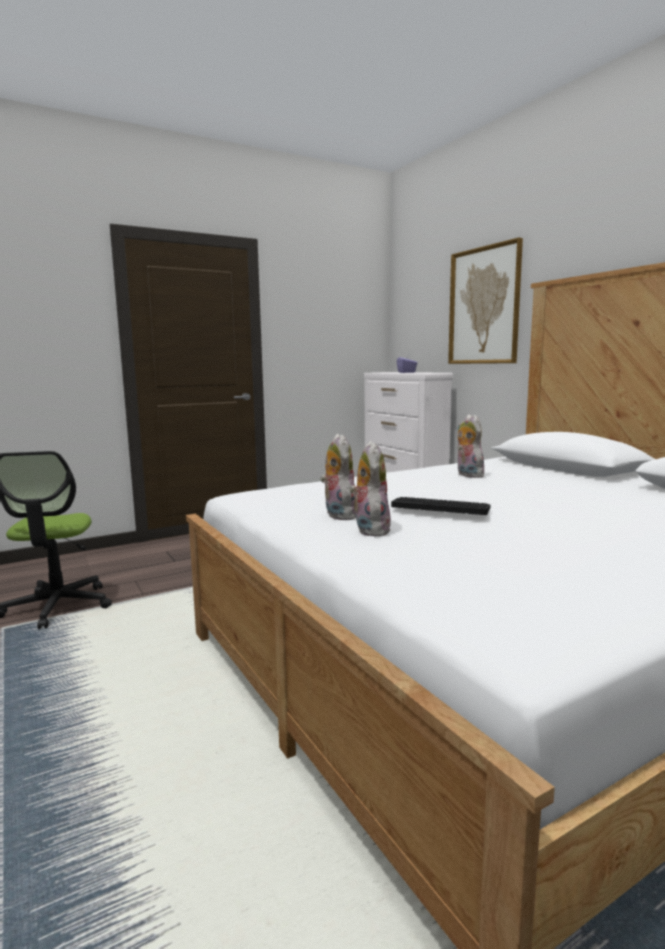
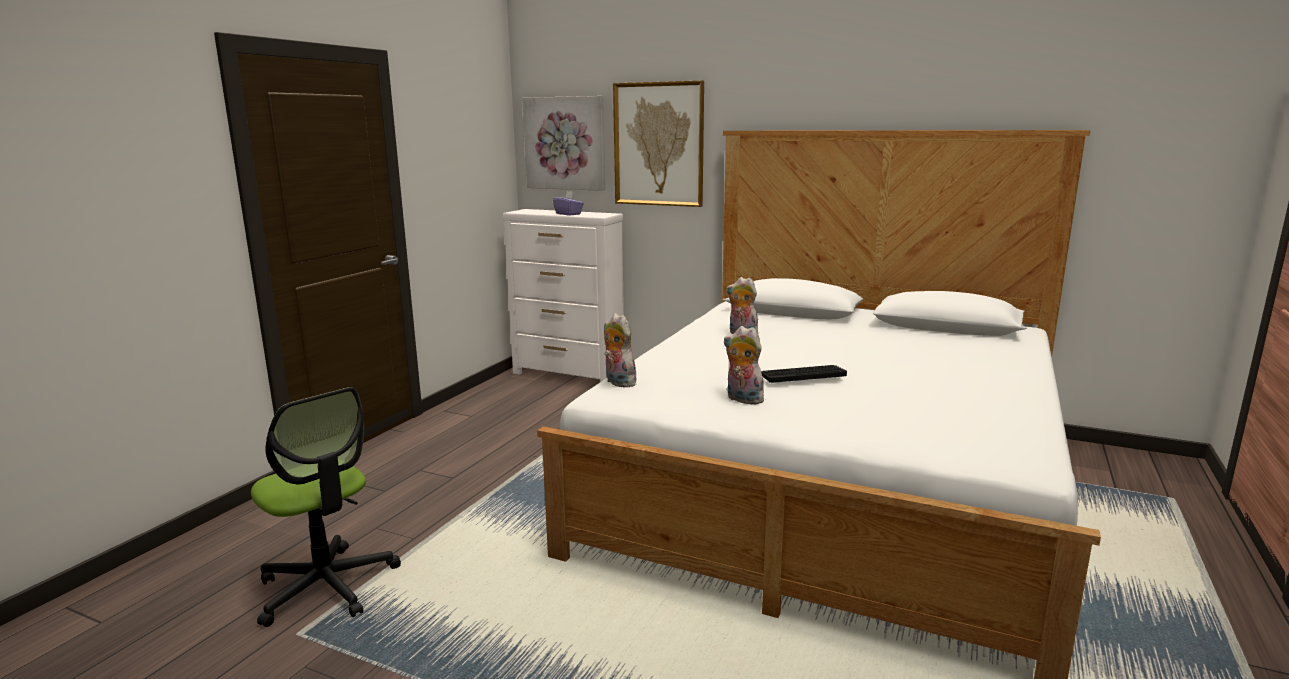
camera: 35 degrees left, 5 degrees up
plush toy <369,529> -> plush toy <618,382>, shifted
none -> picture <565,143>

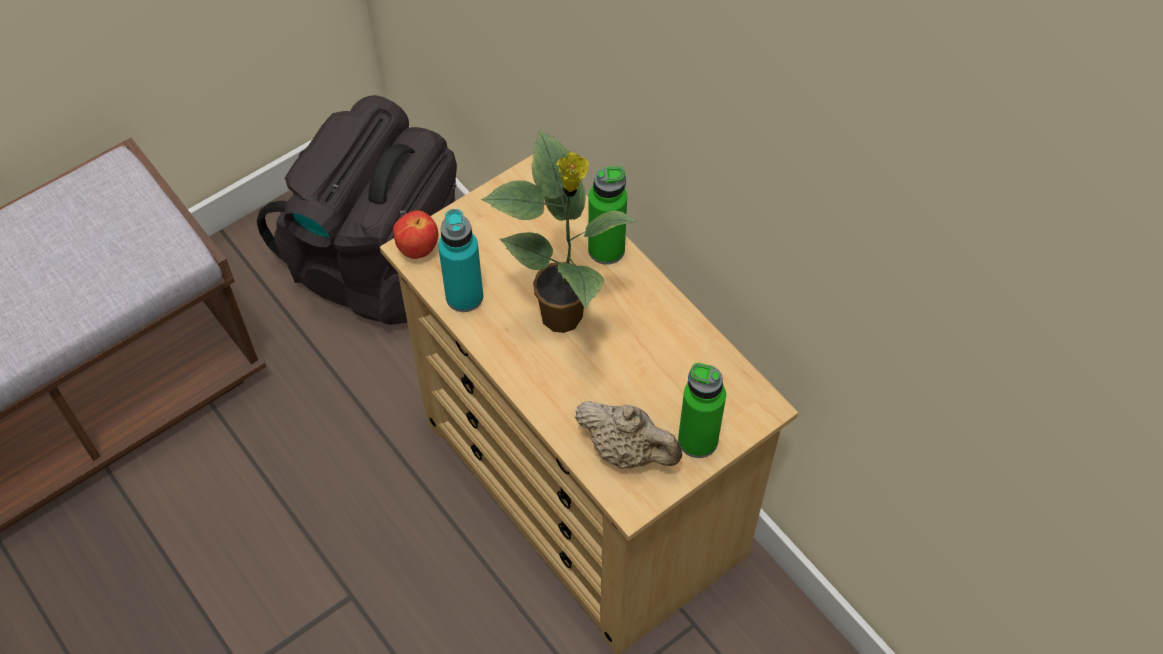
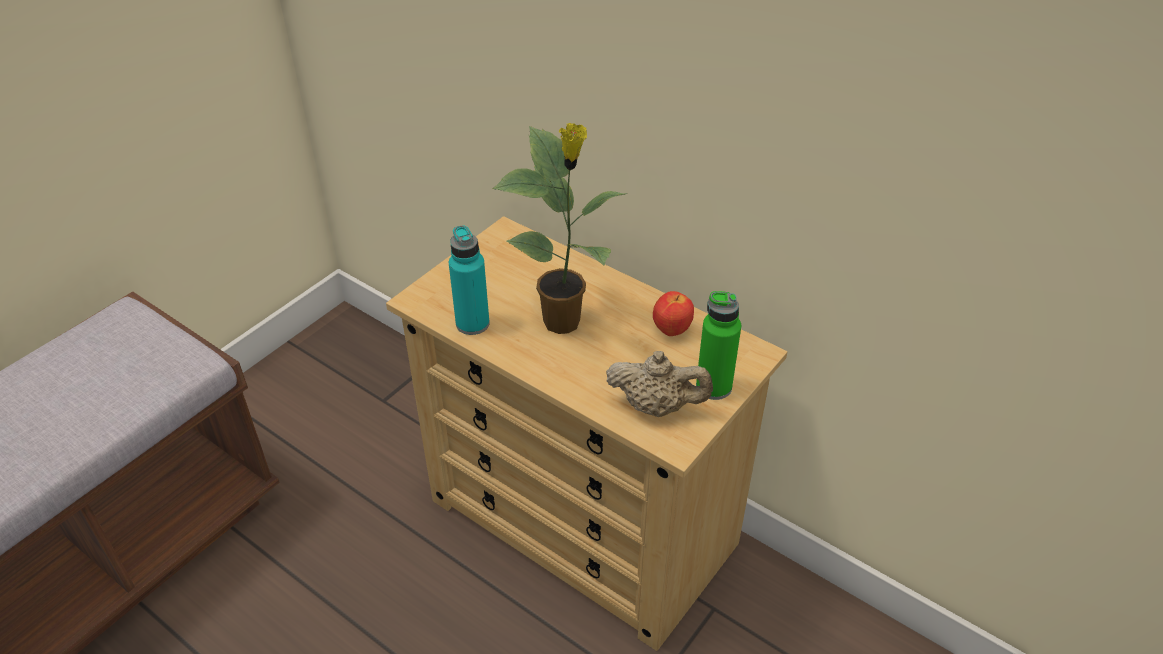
camera: 15 degrees left, 15 degrees down
black backpack <383,269> -> none
green bottle <606,249> -> none
apple <418,249> -> apple <671,330>, shifted

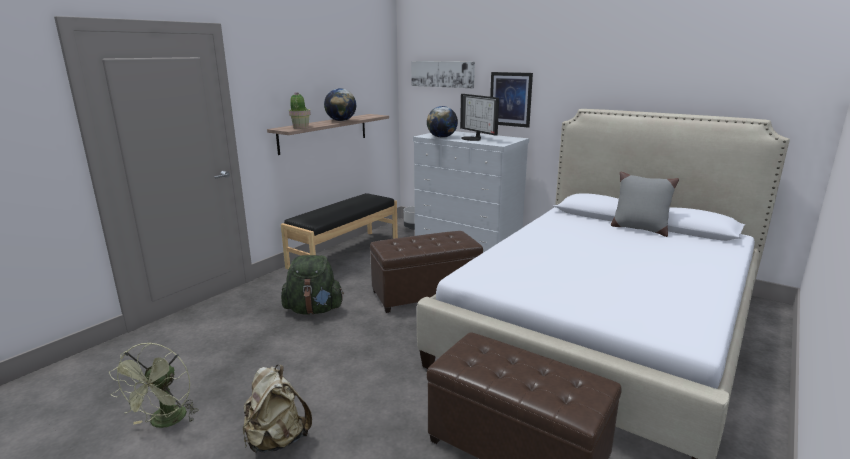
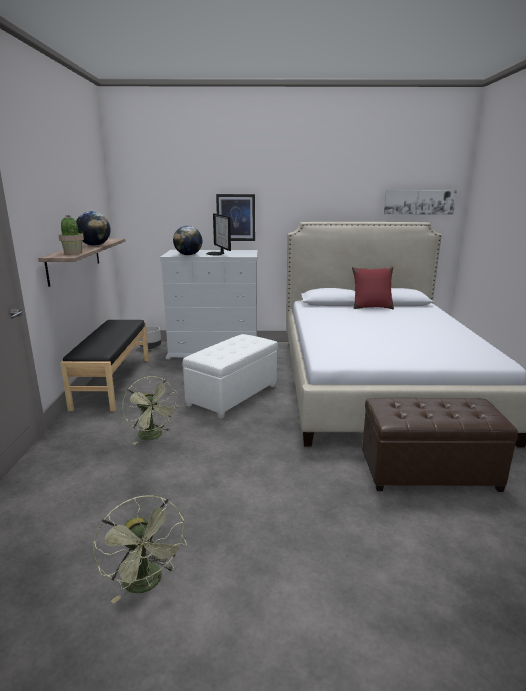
camera: 35 degrees left, 0 degrees up
picture <442,74> -> picture <419,202>, shifted
monitor <473,138> -> monitor <217,253>, 45 degrees clockwise
grey pillow <639,229> -> red pillow <371,307>
brown ottoman <425,294> -> white ottoman <233,395>
green backpack <314,310> -> green fan <153,436>
beige backpack <277,440> -> none

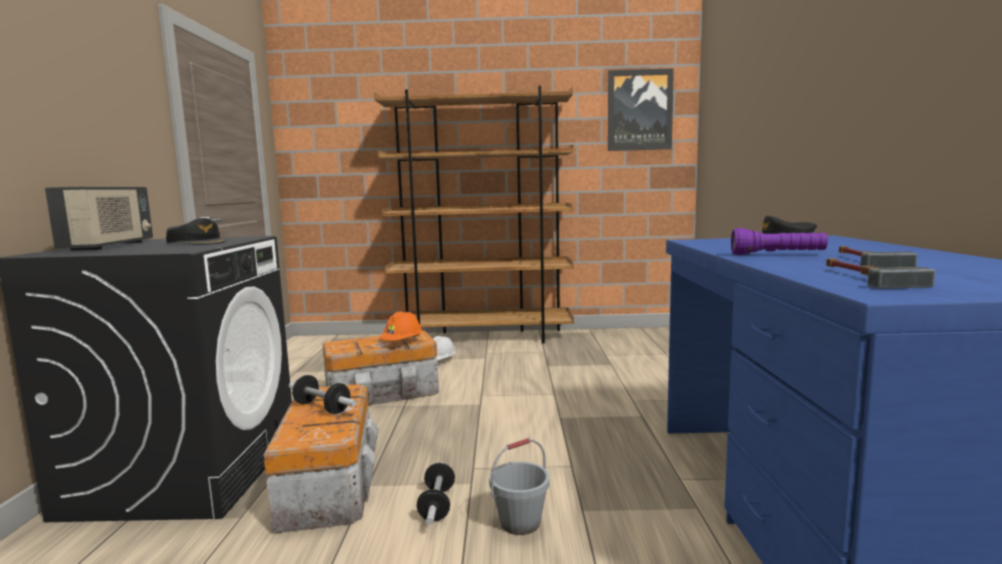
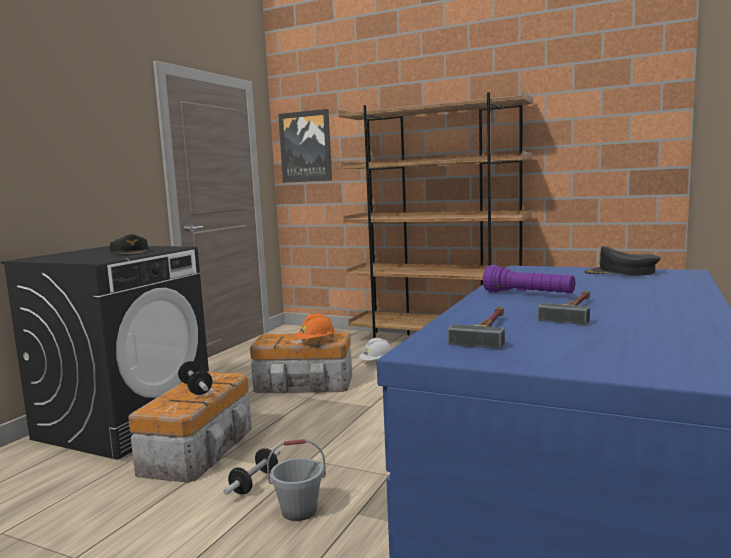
camera: 25 degrees right, 0 degrees up
picture <639,110> -> picture <306,146>, shifted
radio <109,246> -> none

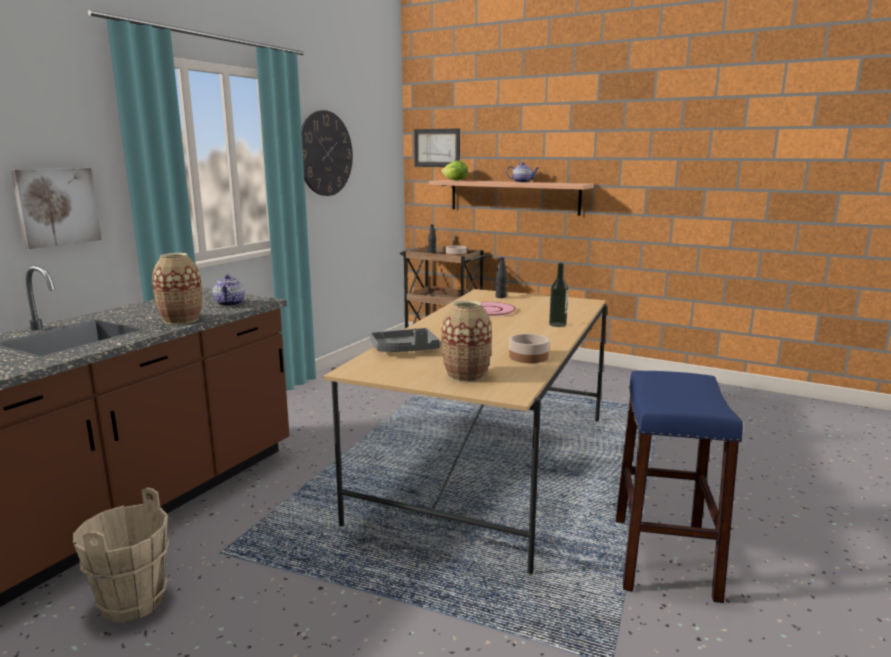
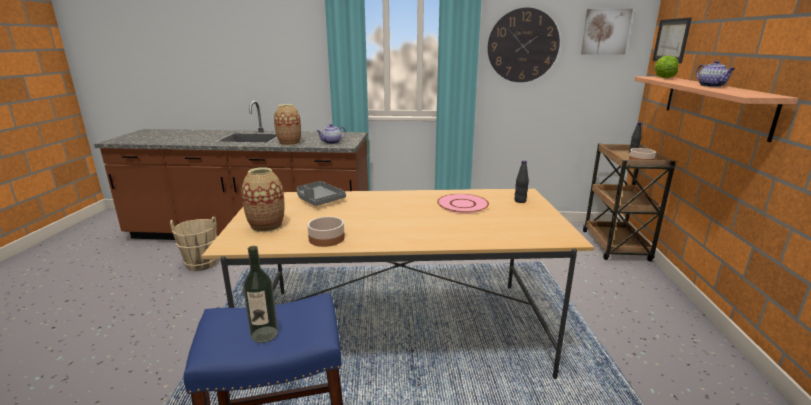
camera: 65 degrees right, 5 degrees up
picture <57,206> -> picture <605,32>, shifted
bottle <557,324> -> bottle <264,334>, shifted

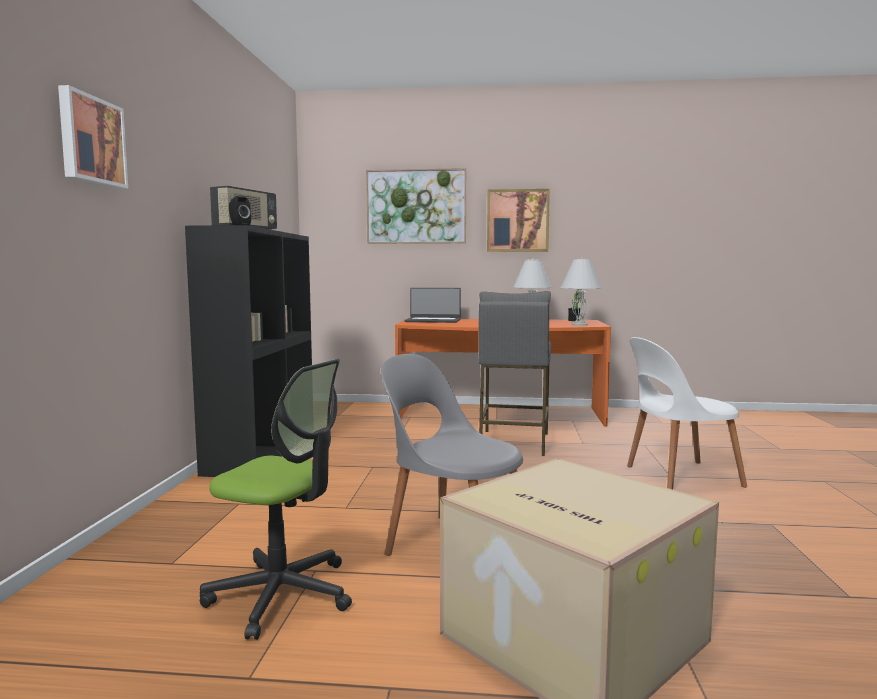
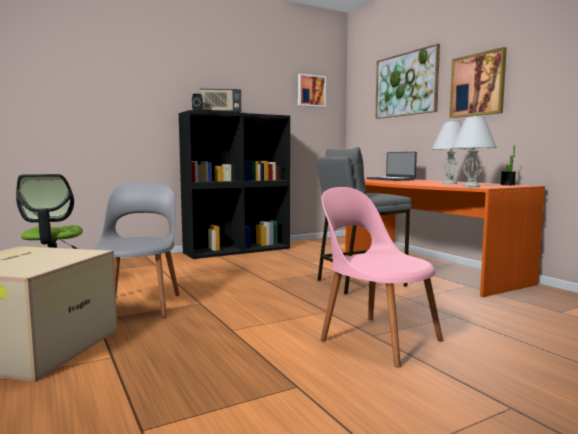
camera: 55 degrees right, 0 degrees up
picture <91,140> -> picture <311,91>, shifted
white chair <679,477> -> pink chair <377,338>

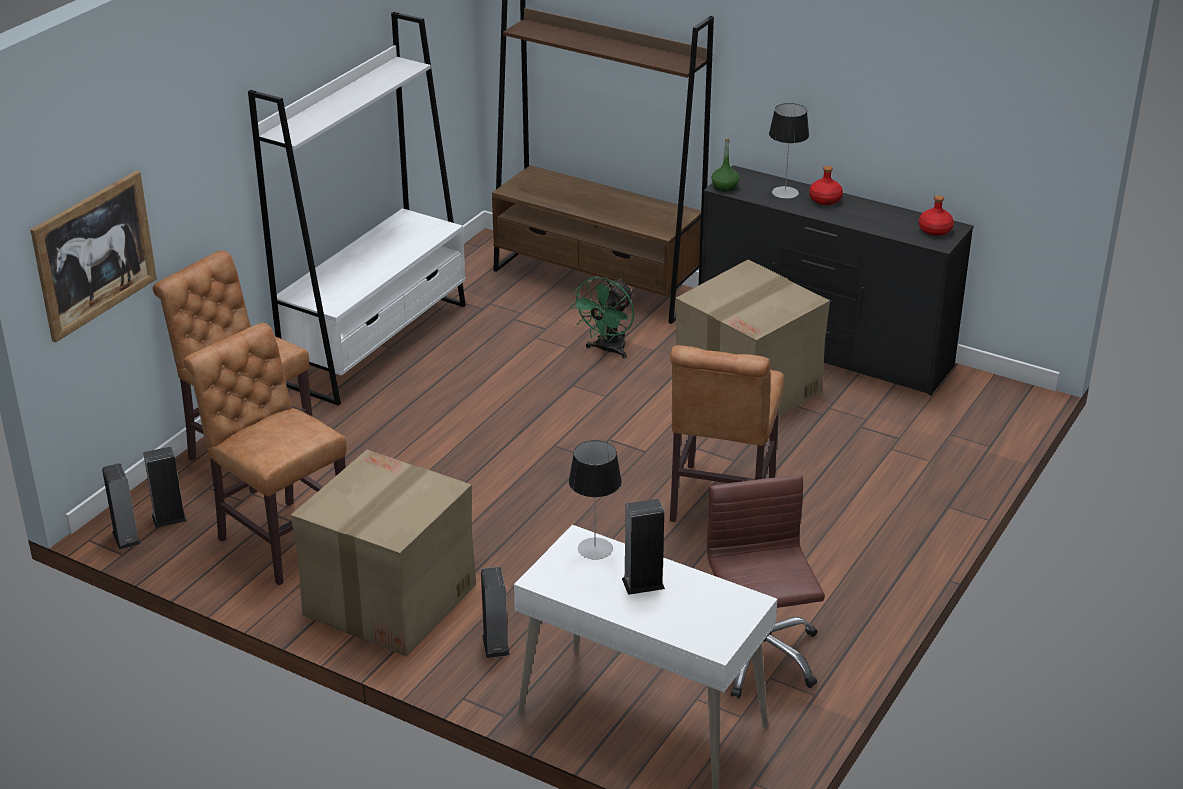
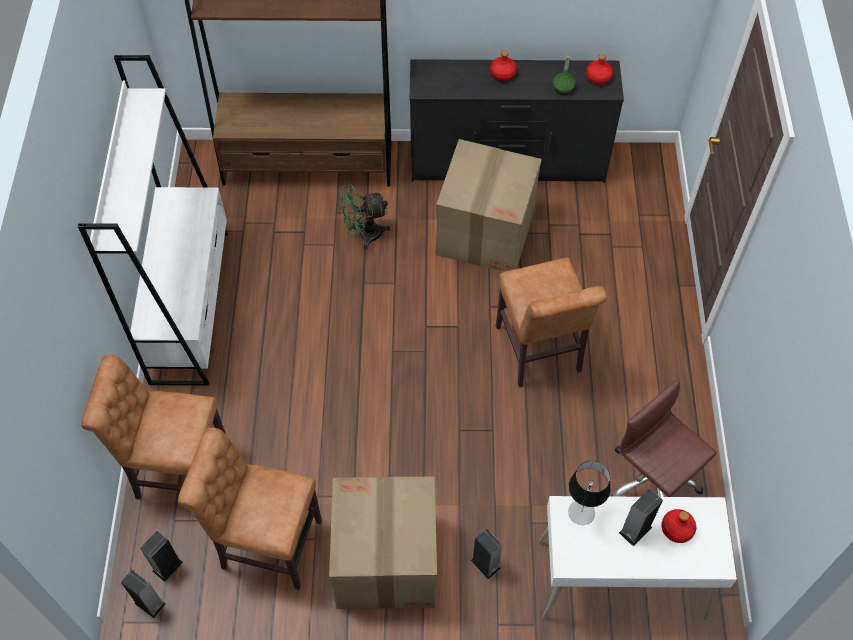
camera: 30 degrees left, 25 degrees up
table lamp <785,192> -> none
green bottle <724,187> -> green bottle <563,88>, shifted
picture <94,254> -> none
green fan <607,350> -> green fan <364,235>, 75 degrees clockwise
none -> red bottle <676,529>

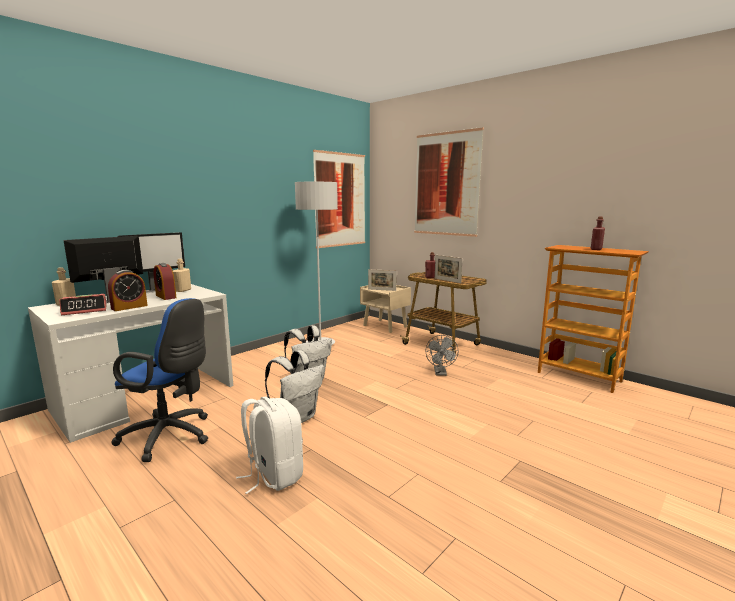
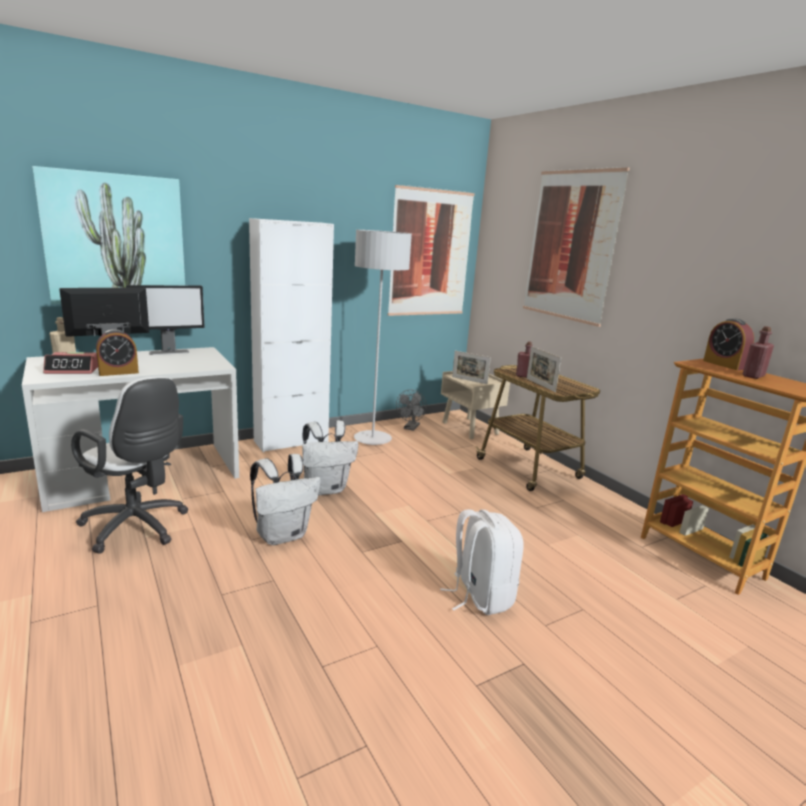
camera: 15 degrees right, 5 degrees up
beige bottle <183,290> -> none
alarm clock <166,296> -> alarm clock <724,365>, shifted
blue office chair <171,437> -> white office chair <138,528>
grey fan <440,373> -> grey fan <410,428>, shifted
white backpack <273,475> -> white backpack <480,596>, shifted
none -> picture <115,240>
none -> white cabinet <291,441>

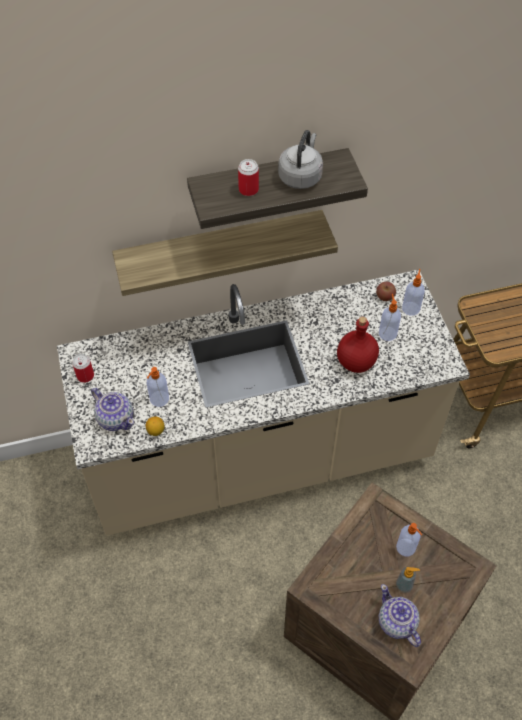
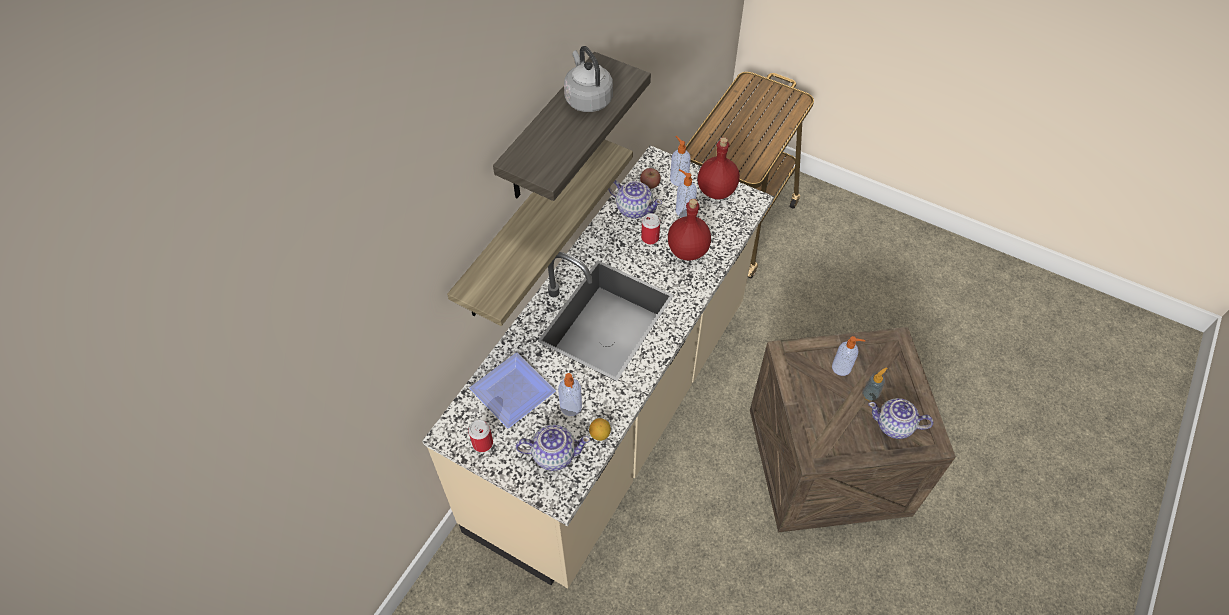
camera: 45 degrees left, 0 degrees up
can <248,189> -> can <650,238>, shifted
none -> red bottle <717,191>
none -> teapot <634,208>
none -> plate <509,391>

